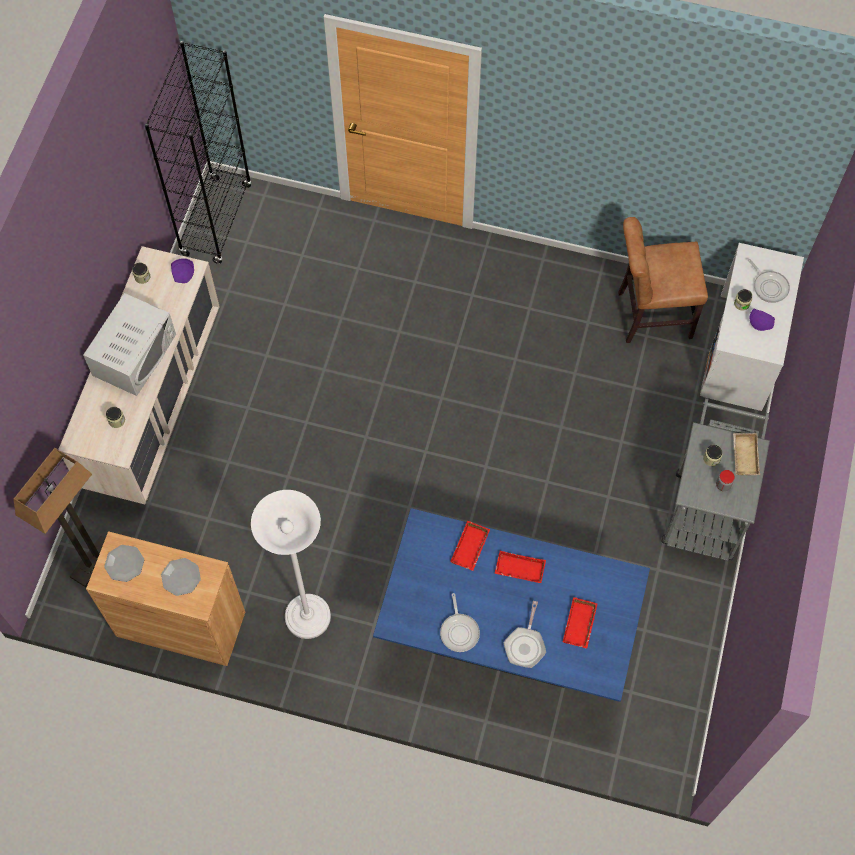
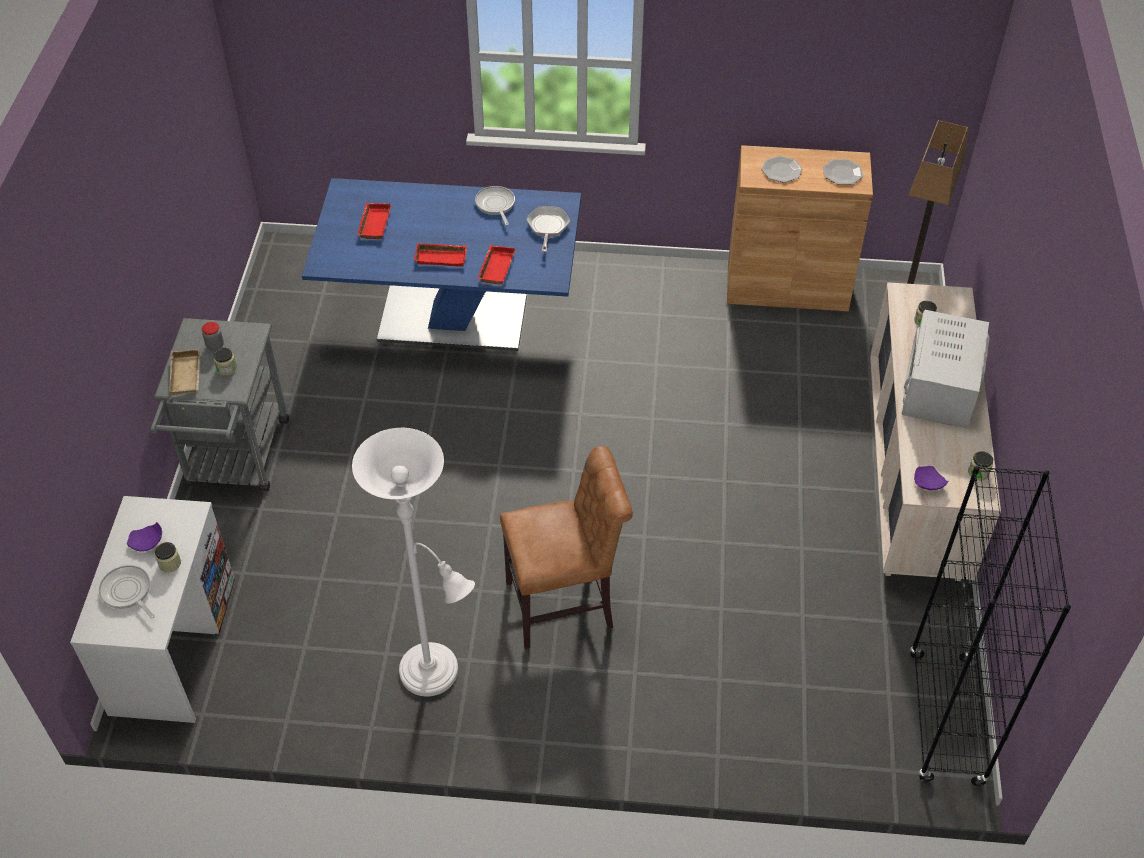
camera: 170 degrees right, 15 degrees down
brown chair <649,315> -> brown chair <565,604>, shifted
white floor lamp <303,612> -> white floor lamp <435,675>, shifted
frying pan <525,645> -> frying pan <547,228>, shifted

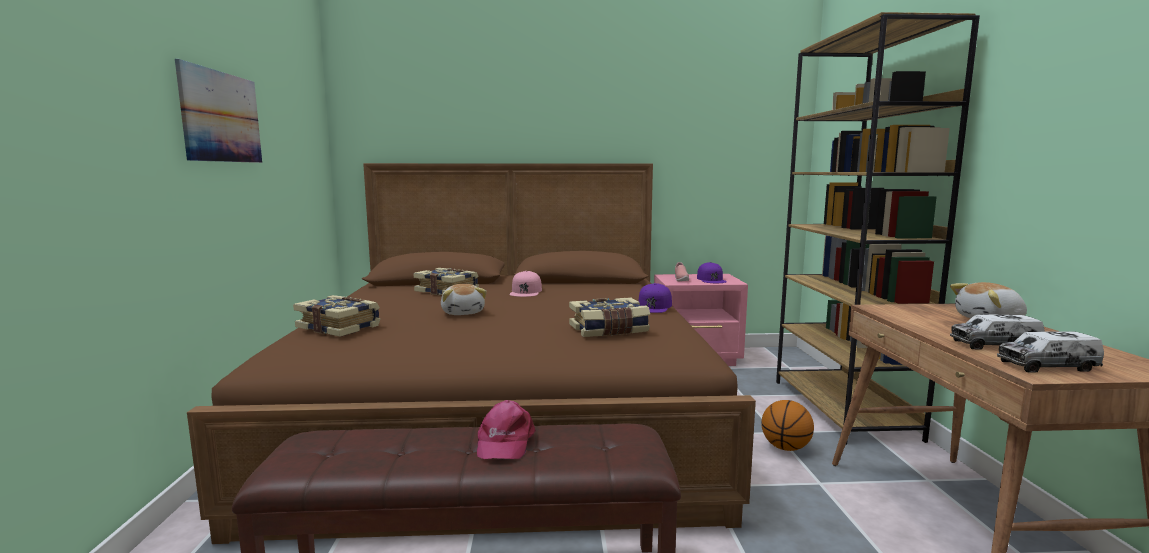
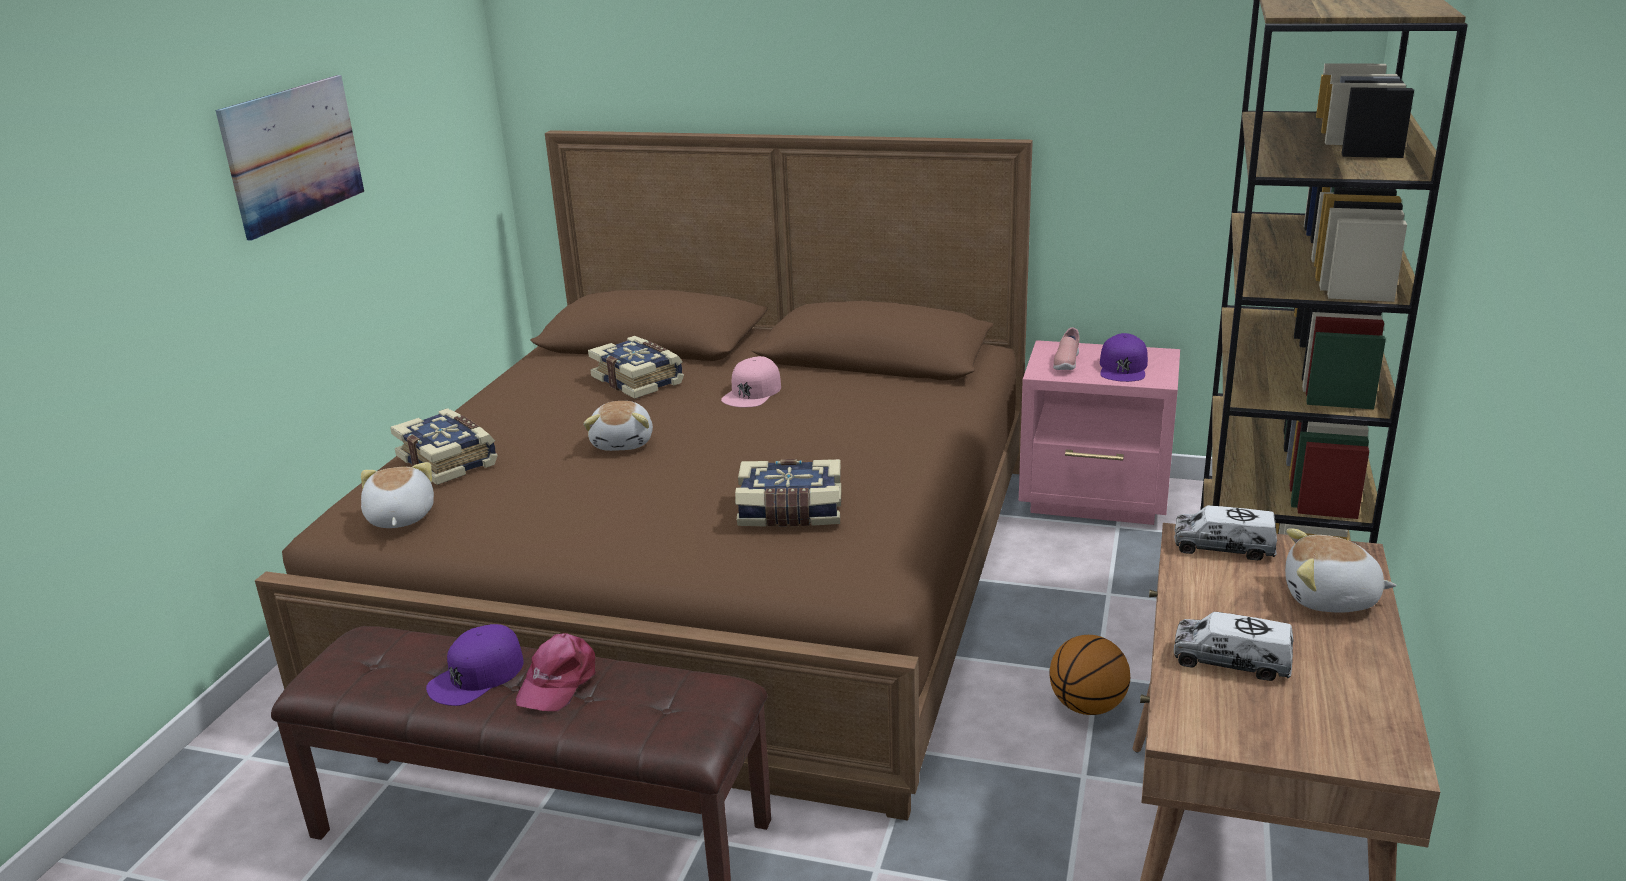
camera: 20 degrees right, 15 degrees up
purple cap <653,306> -> purple cap <477,675>, shifted
toy truck <1047,366> -> toy truck <1223,547>, shifted
none -> plush toy <399,518>

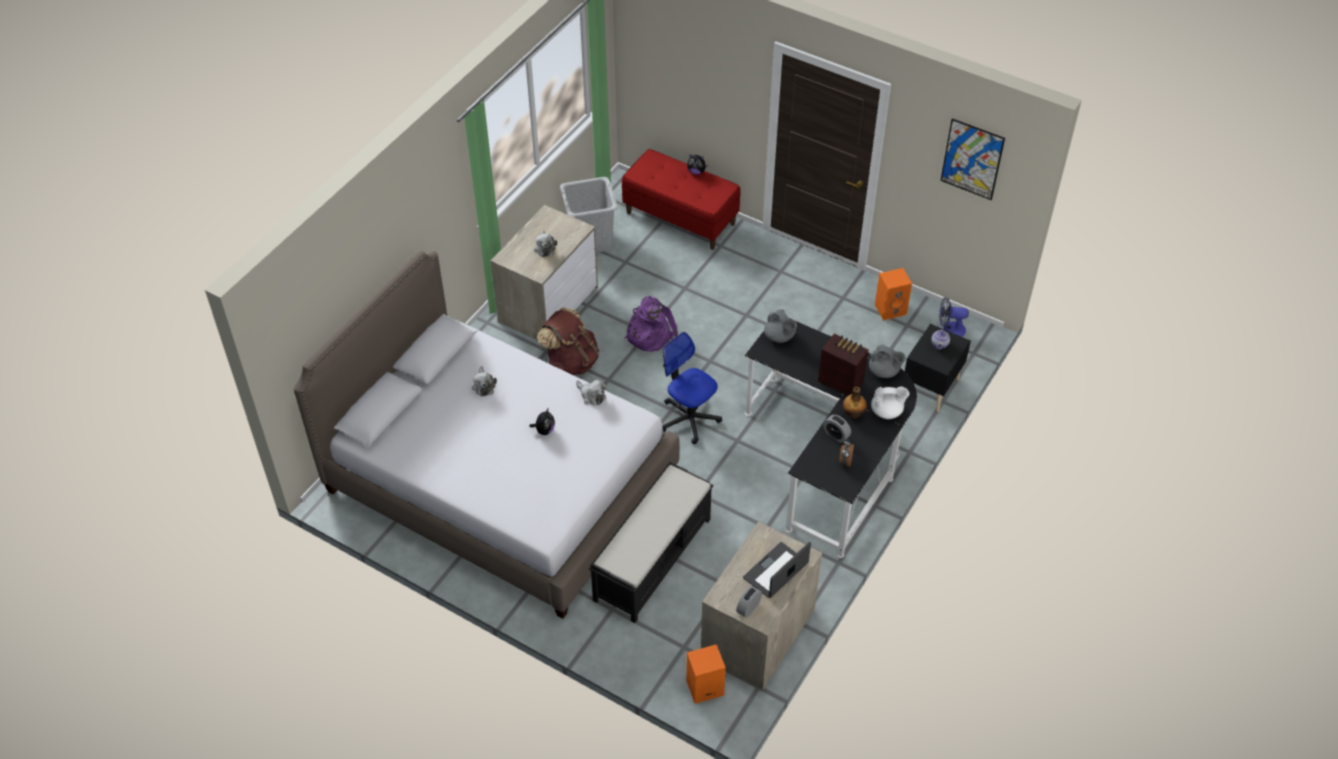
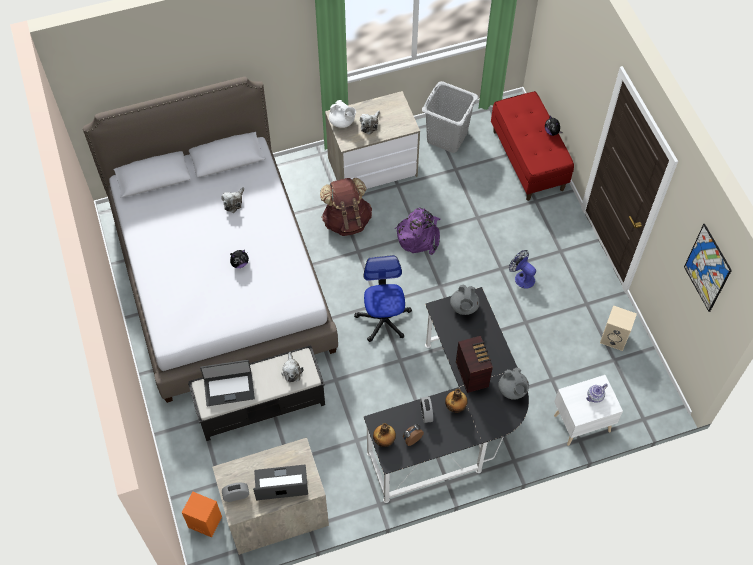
camera: 40 degrees right, 10 degrees up
orange speaker <891,309> -> beige speaker <615,338>
fan <949,329> -> fan <521,277>, shifted
black nightstand <930,388> -> white nightstand <580,422>
plush toy <591,395> -> plush toy <291,370>, shifted
white teapot <887,411> -> white teapot <342,122>, shifted
none -> laptop <229,388>
none -> bottle <384,440>

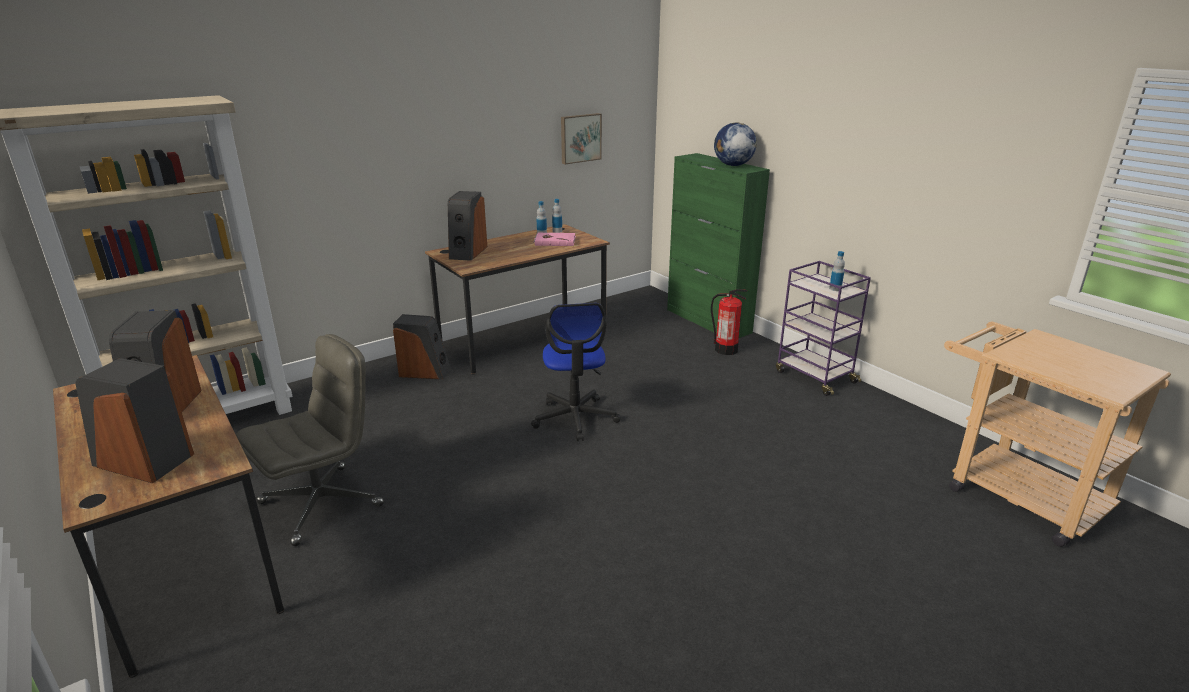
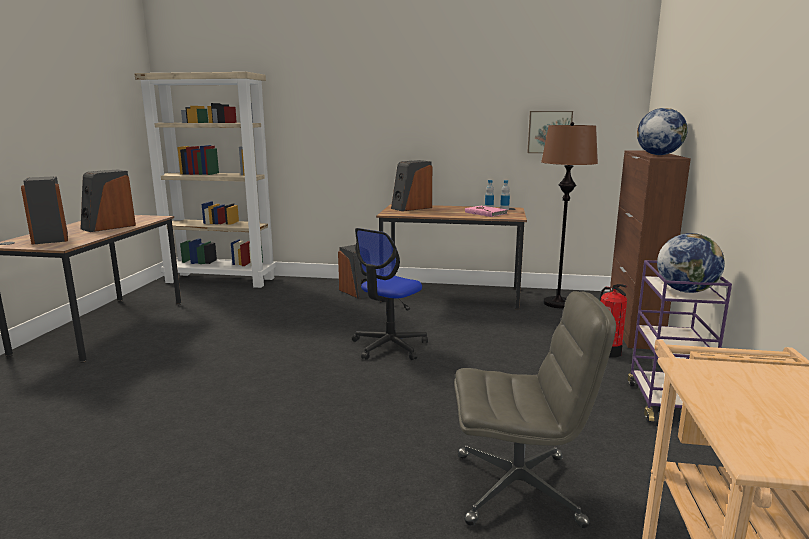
camera: 45 degrees right, 10 degrees down
green cabinet <708,321> -> brown cabinet <633,329>
bottle <835,289> -> globe <686,291>
grey office chair <322,503> -> grey office chair <519,488>, shifted
none -> brown floor lamp <557,303>

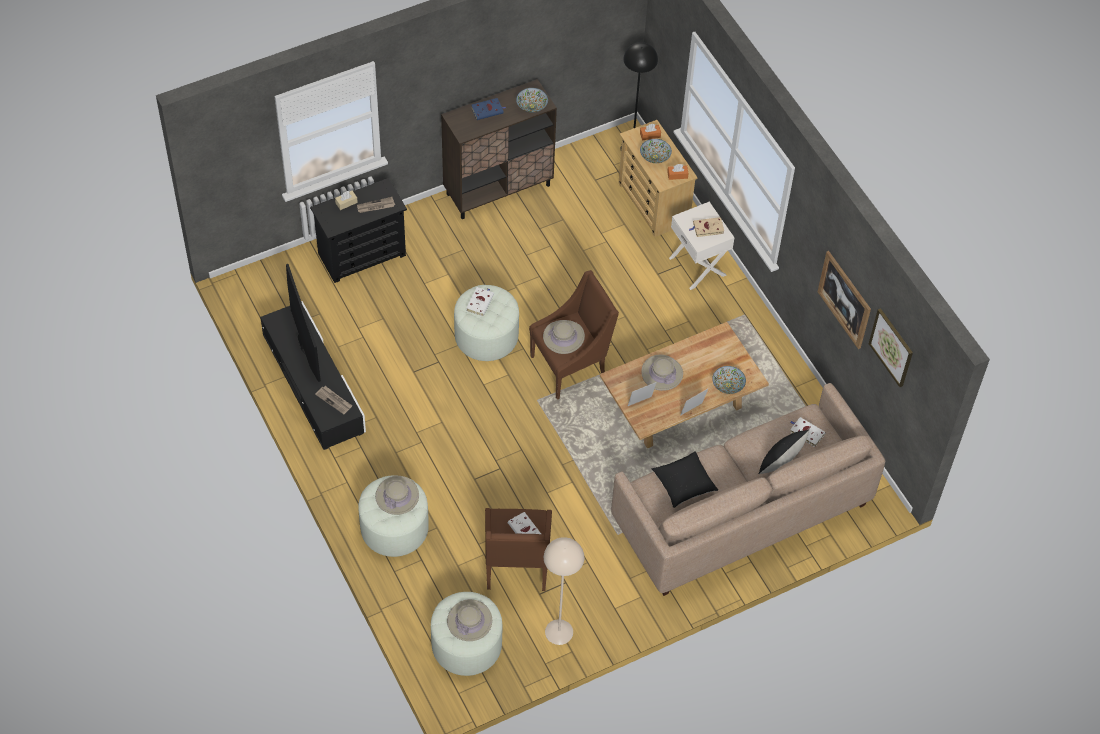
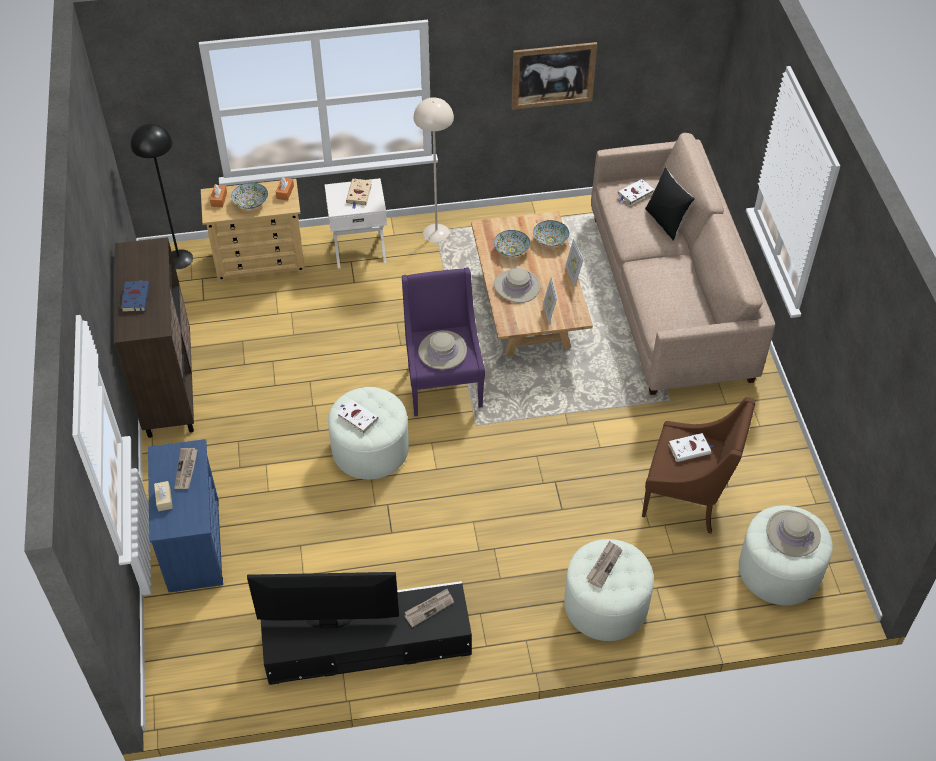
camera: 70 degrees left, 5 degrees down
bowl <532,106> -> bowl <511,250>, shifted
black dresser <362,254> -> blue dresser <194,544>
brown armchair <571,366> -> purple armchair <443,384>
picture <891,347> -> none
black pillow <683,485> -> none
beige hat <397,496> -> newspaper <604,565>
beige floor lamp <558,632> -> beige floor lamp <436,233>, shifted

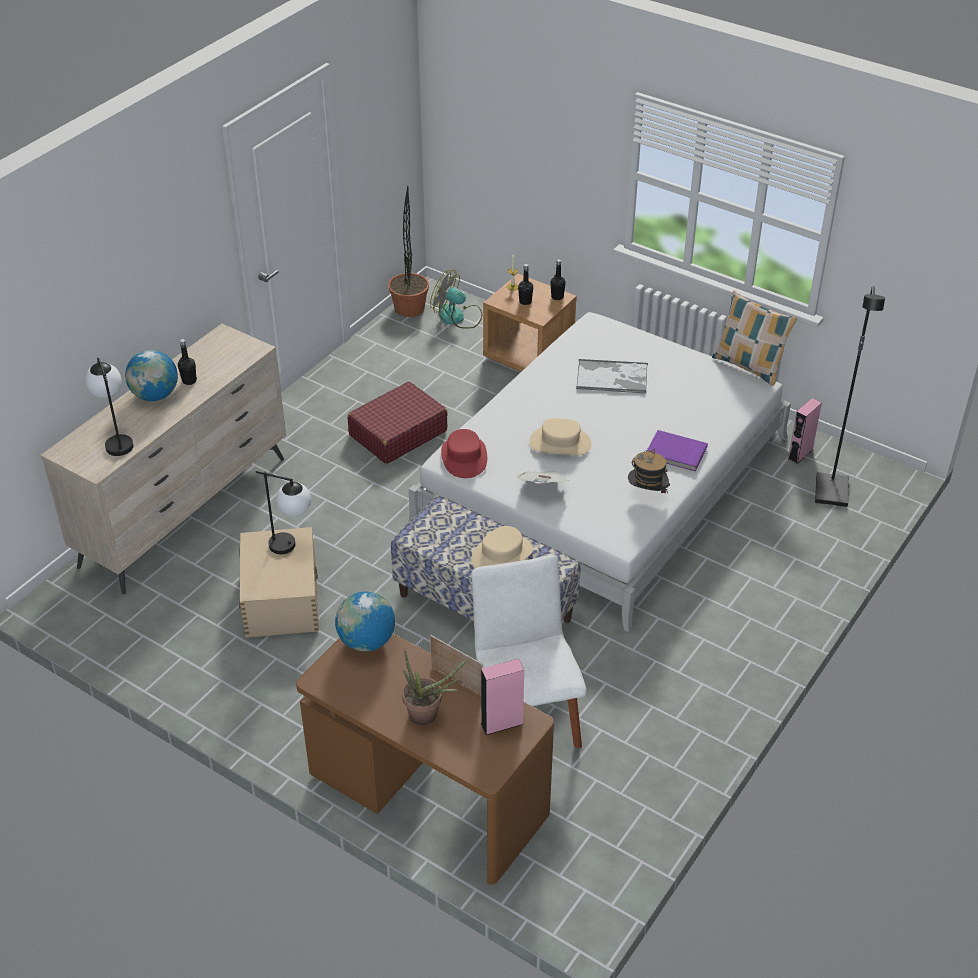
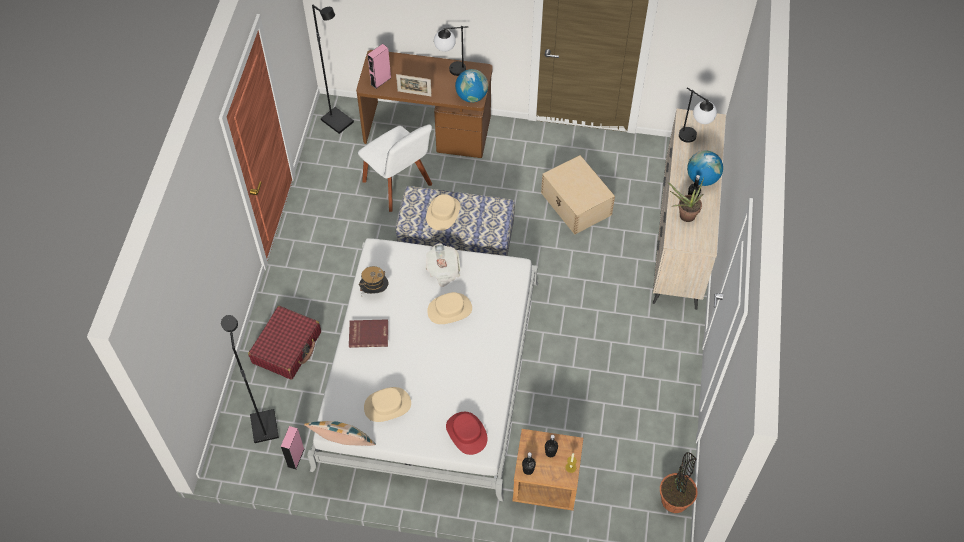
camera: 155 degrees right, 15 degrees up
fan <457,317> -> none
tray <612,377> -> none
red suitcase <397,433> -> red suitcase <287,347>, shifted
red hat <464,457> -> red hat <466,433>, shifted
purple book <675,453> -> red book <368,334>
table lamp <292,547> -> table lamp <450,70>, shifted
potted plant <429,716> -> potted plant <683,216>, shifted
none -> black floor lamp <338,121>
none -> beige hat <387,406>

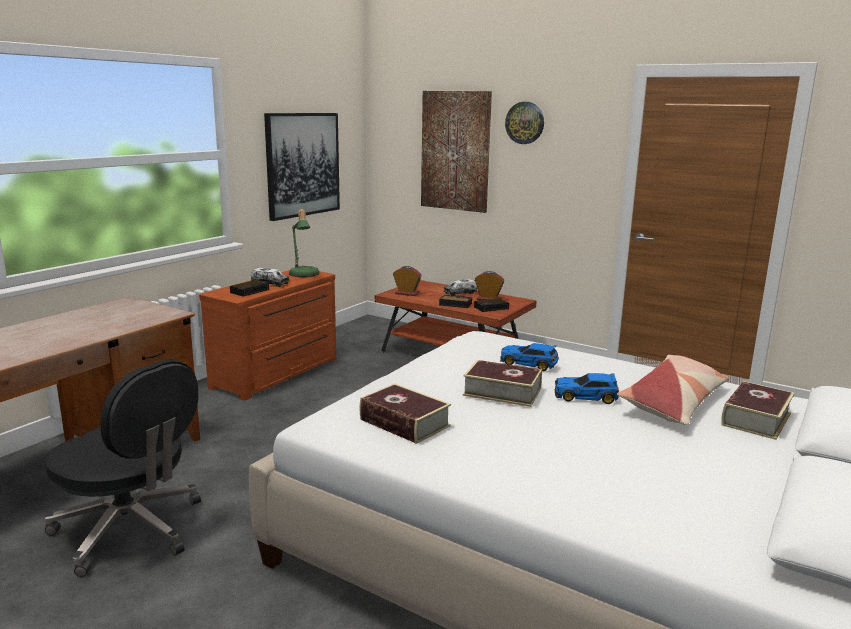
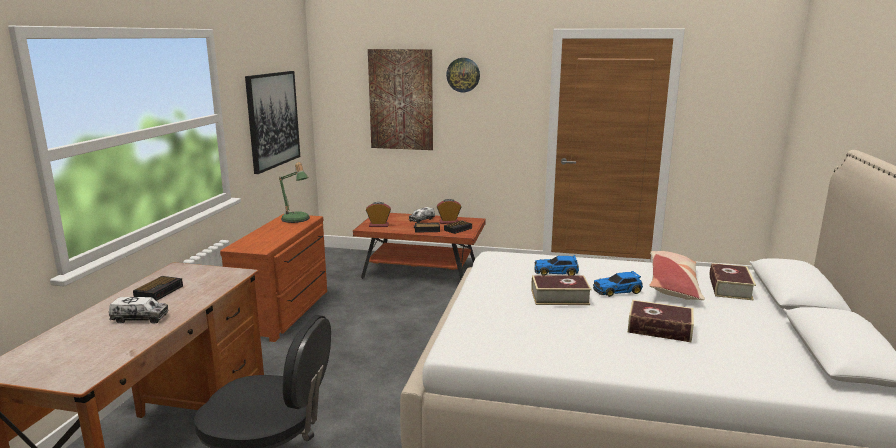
camera: 20 degrees left, 0 degrees up
toy truck <270,284> -> toy truck <140,318>, shifted
alarm clock <250,291> -> alarm clock <160,291>, shifted
book <404,423> -> book <659,328>, shifted

